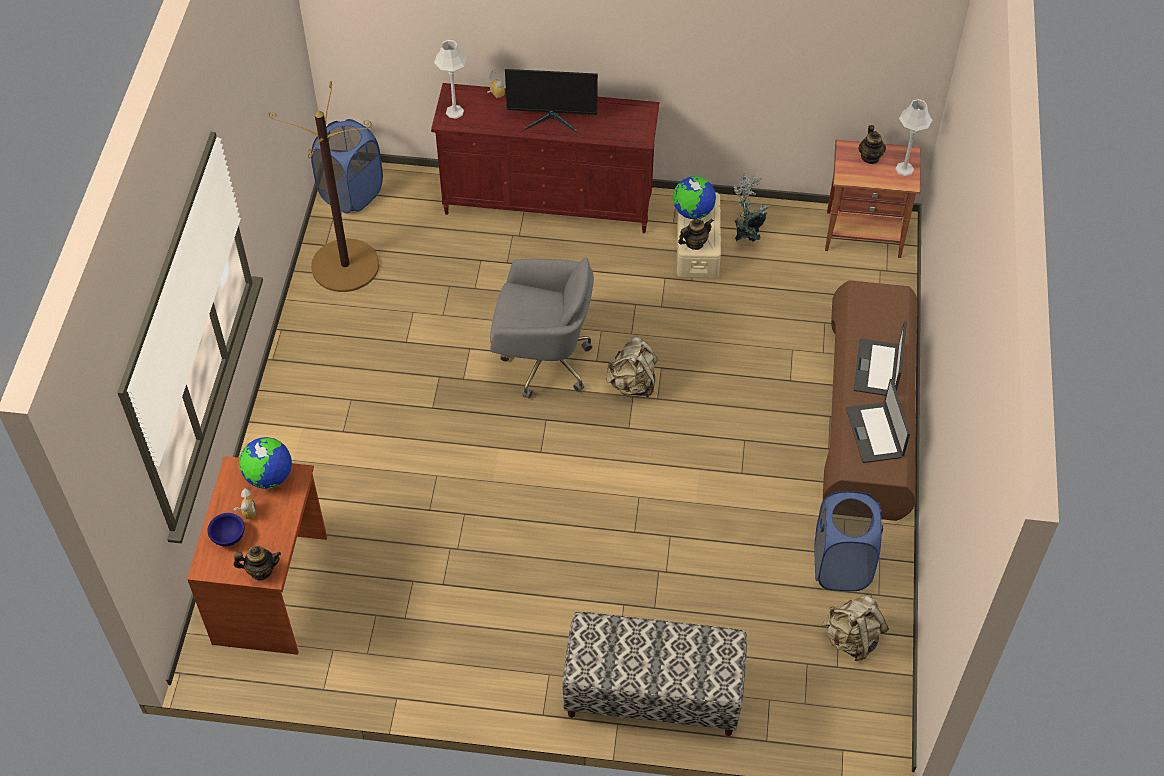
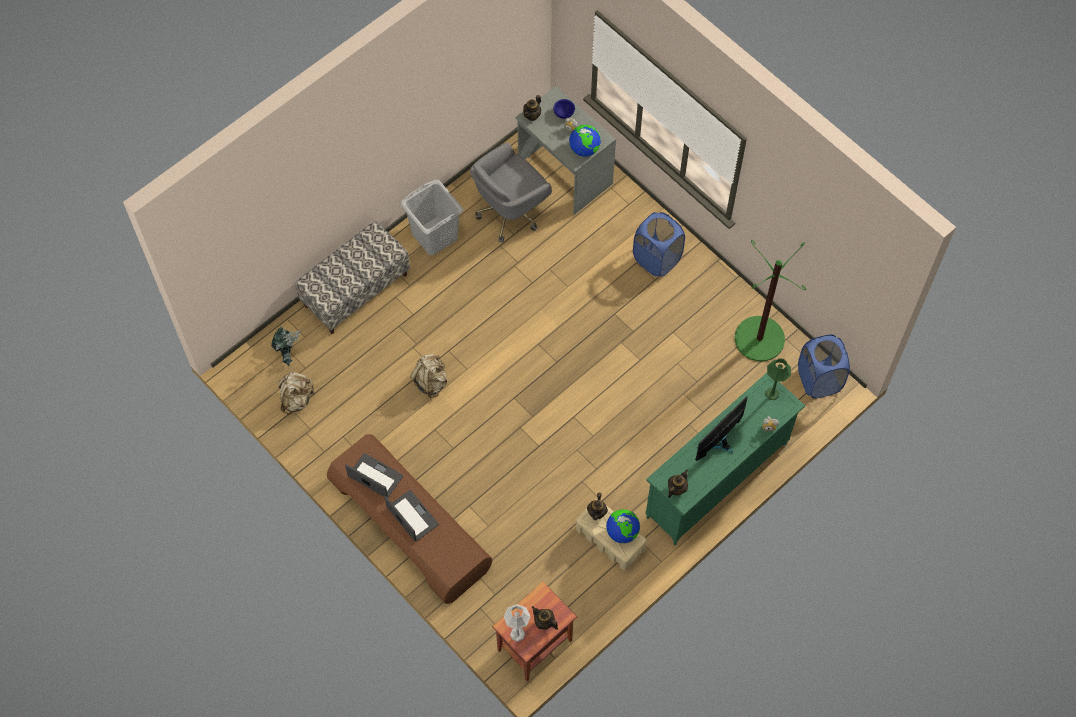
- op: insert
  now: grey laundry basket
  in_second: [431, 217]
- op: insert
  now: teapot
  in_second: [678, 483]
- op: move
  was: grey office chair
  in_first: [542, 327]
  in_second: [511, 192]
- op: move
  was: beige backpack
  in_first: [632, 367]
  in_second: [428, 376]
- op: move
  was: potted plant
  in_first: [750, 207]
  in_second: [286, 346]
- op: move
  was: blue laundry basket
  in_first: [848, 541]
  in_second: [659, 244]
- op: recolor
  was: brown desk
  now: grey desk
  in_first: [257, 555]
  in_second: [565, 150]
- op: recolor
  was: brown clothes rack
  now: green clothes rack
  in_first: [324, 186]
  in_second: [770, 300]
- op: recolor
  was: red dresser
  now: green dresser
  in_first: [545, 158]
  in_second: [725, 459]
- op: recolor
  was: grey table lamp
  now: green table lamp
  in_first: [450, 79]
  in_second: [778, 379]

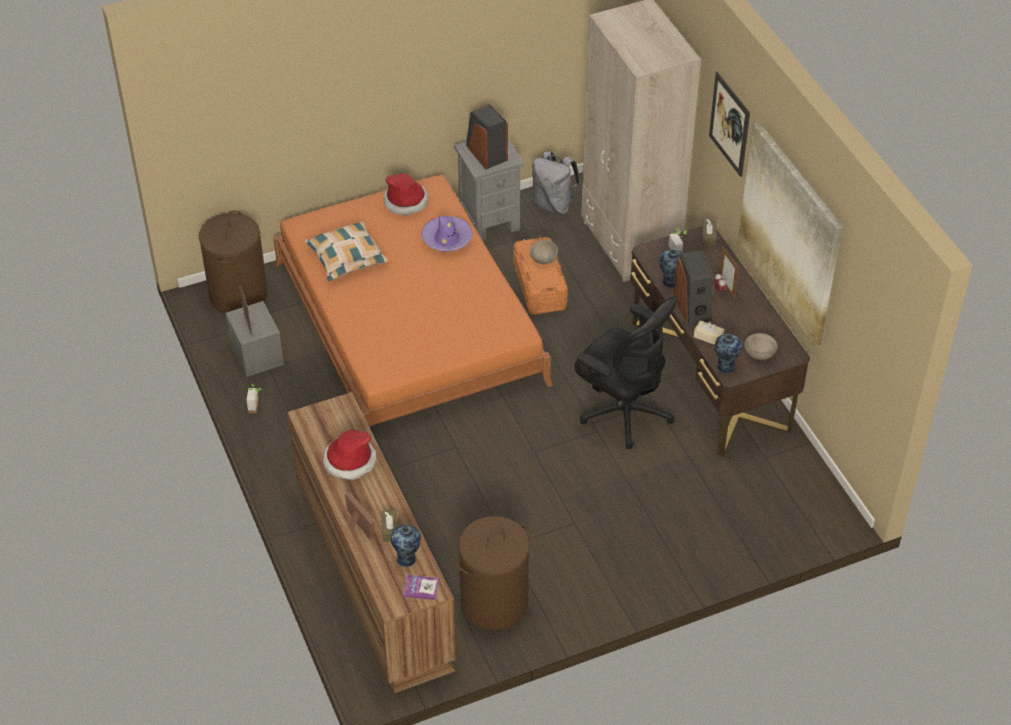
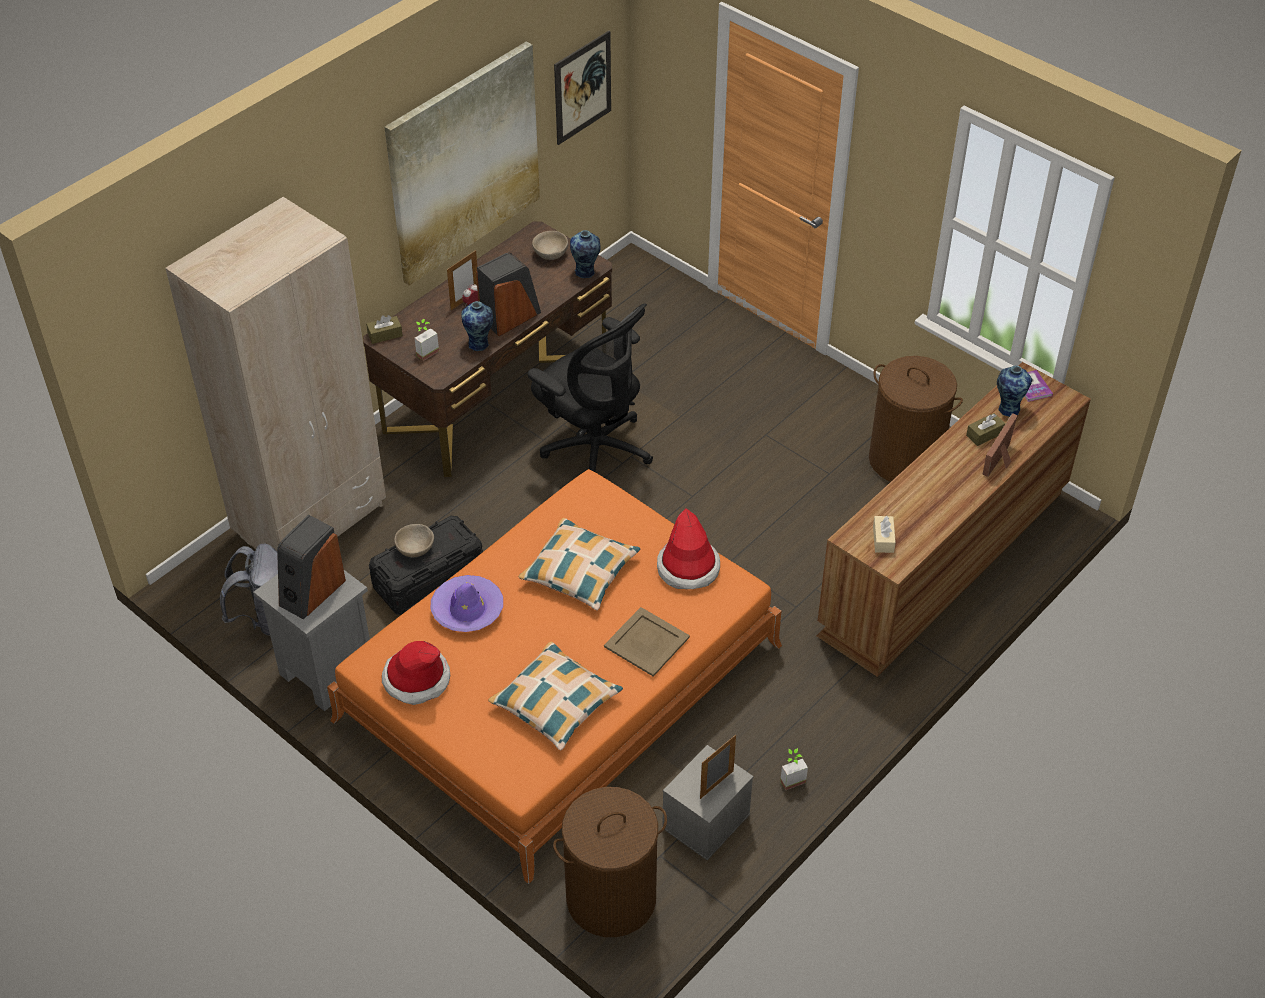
- op: insert
  now: pillow
  in_second: [579, 564]
- op: insert
  now: beige tray
  in_second: [647, 642]
- op: move
  was: hat
  in_first: [349, 454]
  in_second: [688, 548]
- op: move
  was: beige tissue box
  in_first: [709, 332]
  in_second: [884, 534]
- op: move
  was: picture
  in_first: [729, 124]
  in_second: [582, 88]
- op: recolor
  was: orange storage box
  now: black storage box
  in_first: [540, 276]
  in_second: [426, 565]
- op: rotate
  was: black office chair
  in_first: [626, 372]
  in_second: [590, 388]
  clockwise: 120

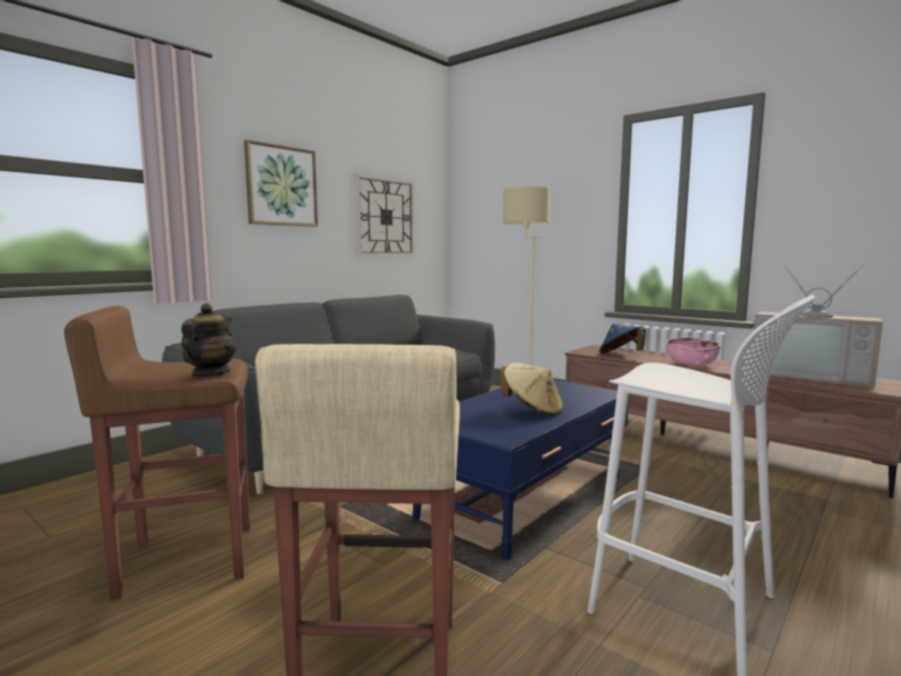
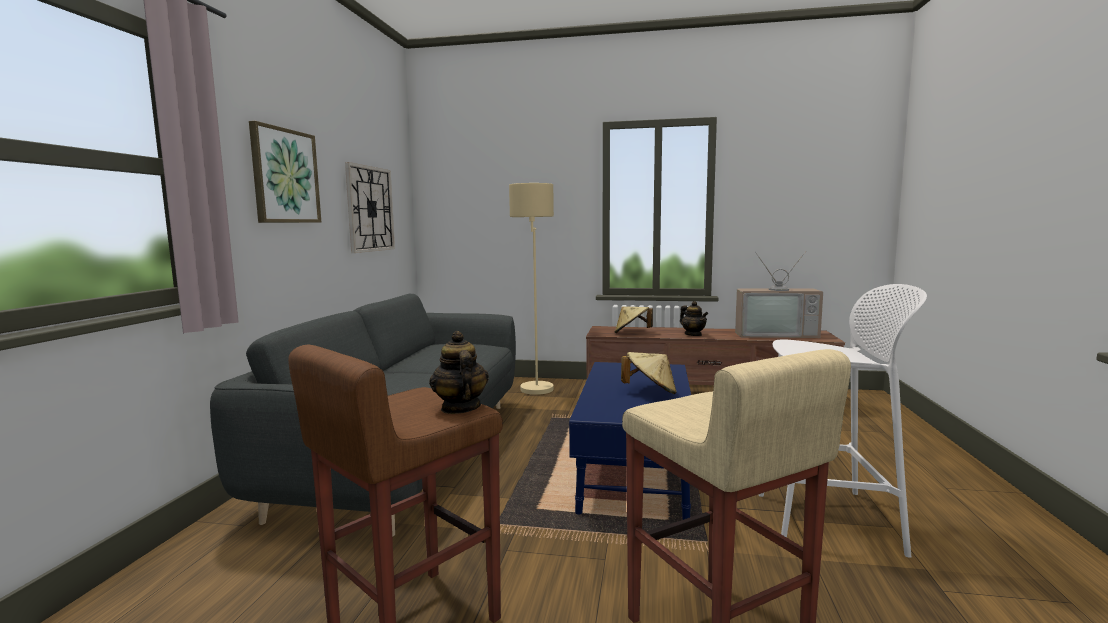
- op: replace
  was: pink bowl
  now: teapot
  in_first: [693, 352]
  in_second: [694, 318]
- op: recolor
  was: blue hat
  now: beige hat
  in_first: [622, 338]
  in_second: [634, 320]

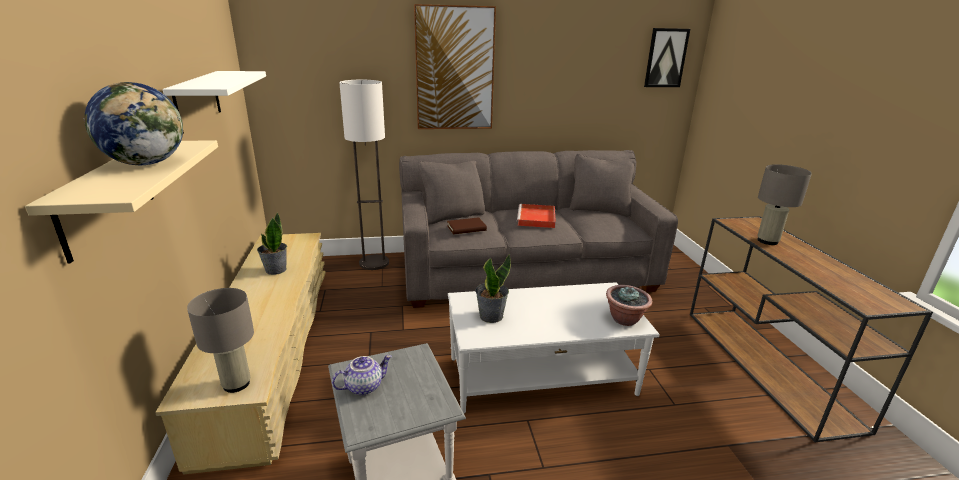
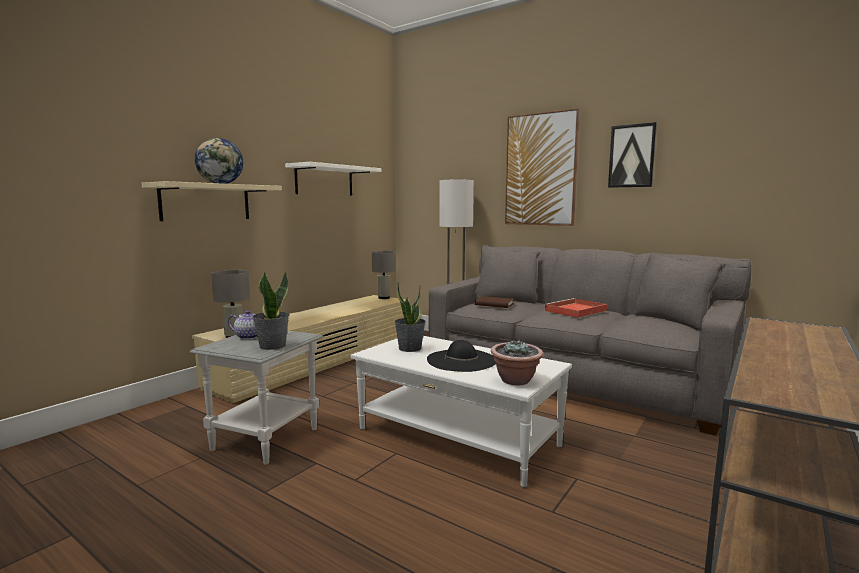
- op: insert
  now: black hat
  in_second: [461, 356]
- op: move
  was: potted plant
  in_first: [272, 243]
  in_second: [270, 310]
- op: move
  was: picture
  in_first: [667, 57]
  in_second: [632, 155]
- op: move
  was: grey table lamp
  in_first: [784, 204]
  in_second: [383, 275]

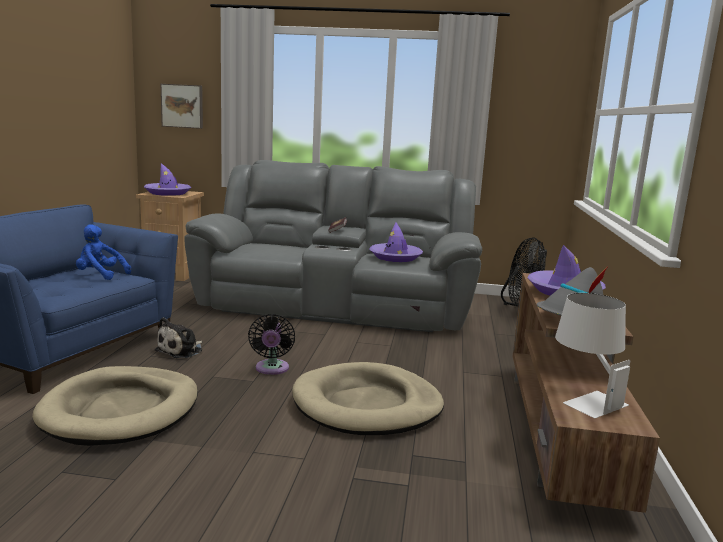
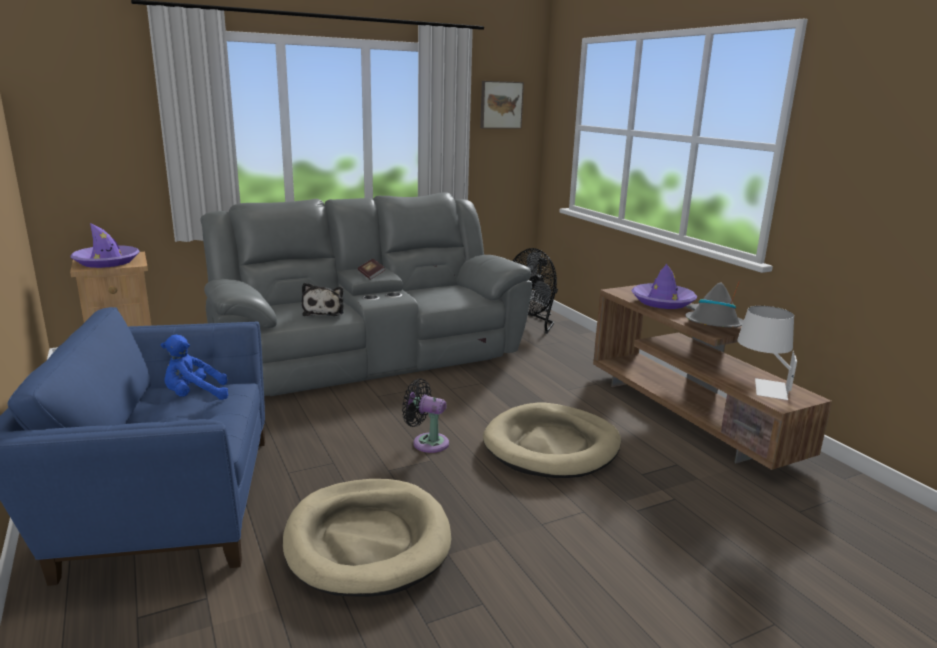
- op: delete
  was: purple hat
  in_first: [396, 242]
- op: move
  was: plush toy
  in_first: [178, 337]
  in_second: [323, 299]
- op: move
  was: picture
  in_first: [182, 106]
  in_second: [502, 105]
- op: rotate
  was: black fan
  in_first: [271, 344]
  in_second: [425, 416]
  clockwise: 150

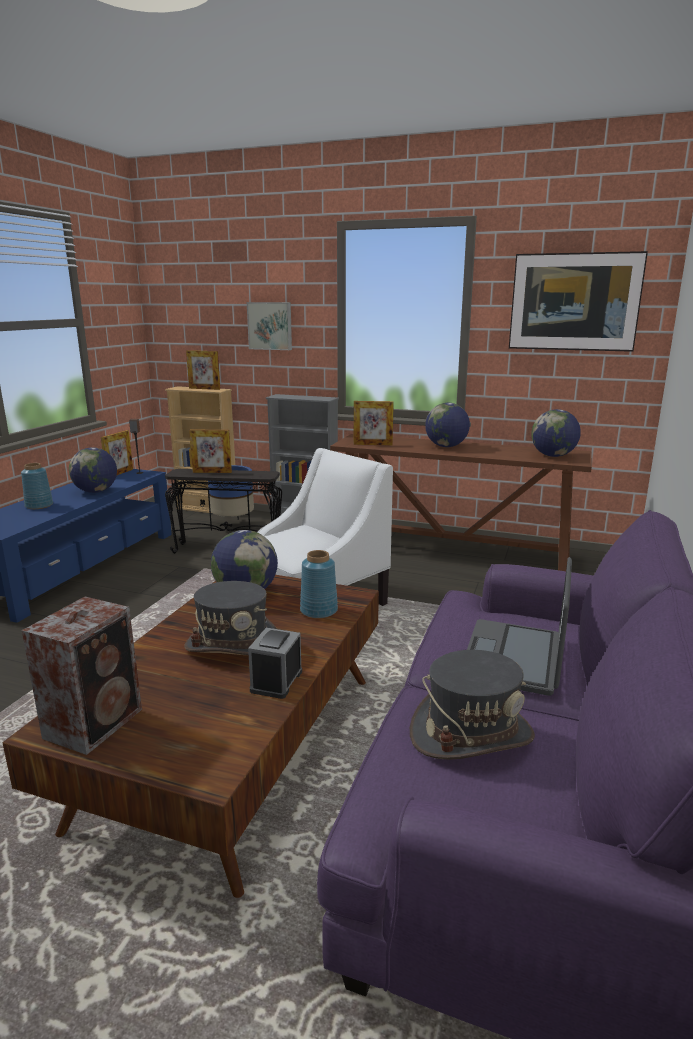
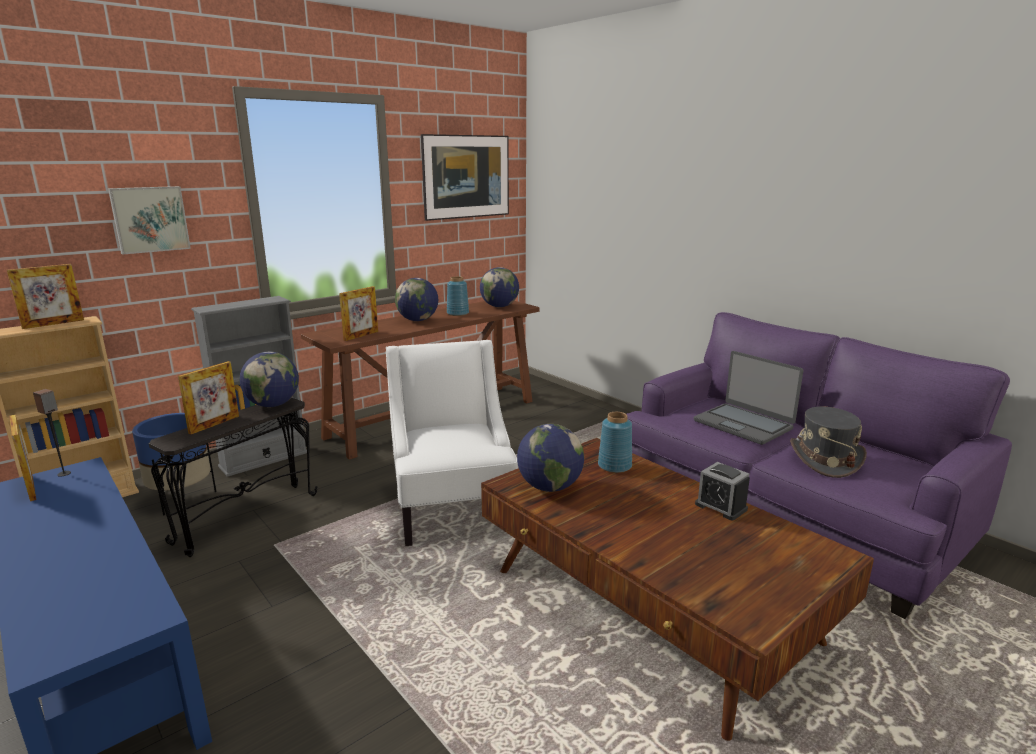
- op: delete
  was: speaker
  in_first: [82, 676]
- op: delete
  was: grey hat
  in_first: [230, 618]
- op: move
  was: blue vase
  in_first: [37, 486]
  in_second: [458, 296]
- op: move
  was: globe
  in_first: [93, 470]
  in_second: [269, 379]

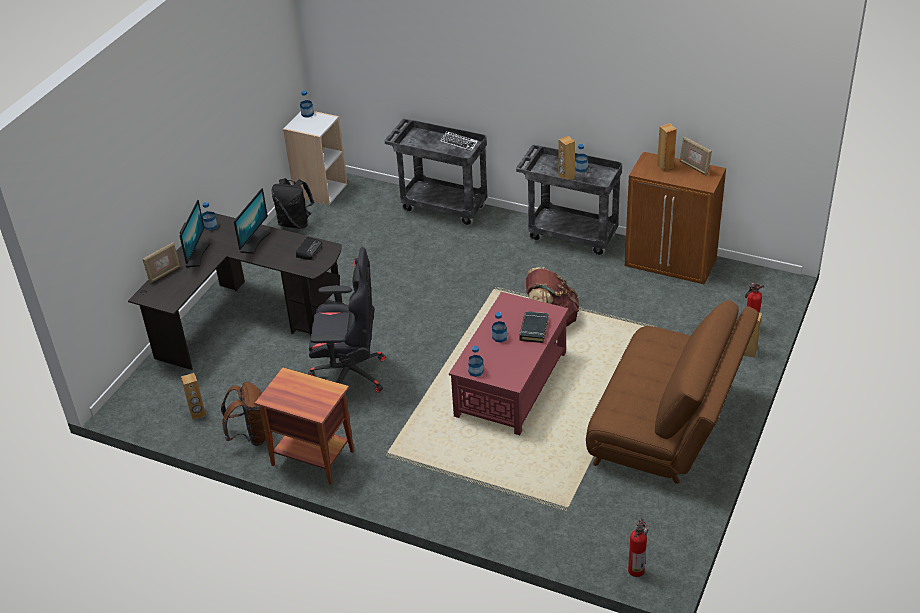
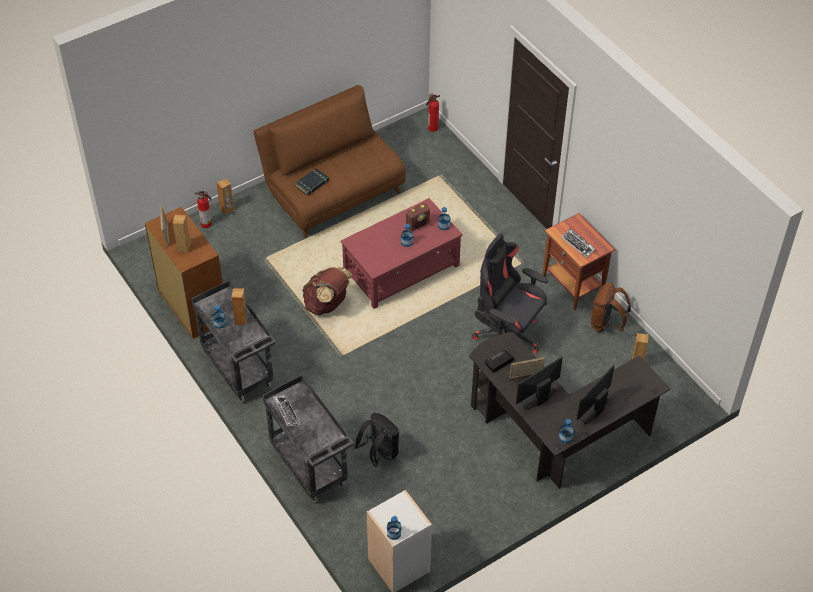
- op: insert
  now: radio
  in_second: [418, 217]
- op: insert
  now: keyboard
  in_second: [578, 243]
- op: move
  was: picture frame
  in_first: [161, 263]
  in_second: [527, 368]
- op: move
  was: black backpack
  in_first: [292, 203]
  in_second: [376, 440]
- op: move
  was: black book
  in_first: [534, 327]
  in_second: [312, 182]

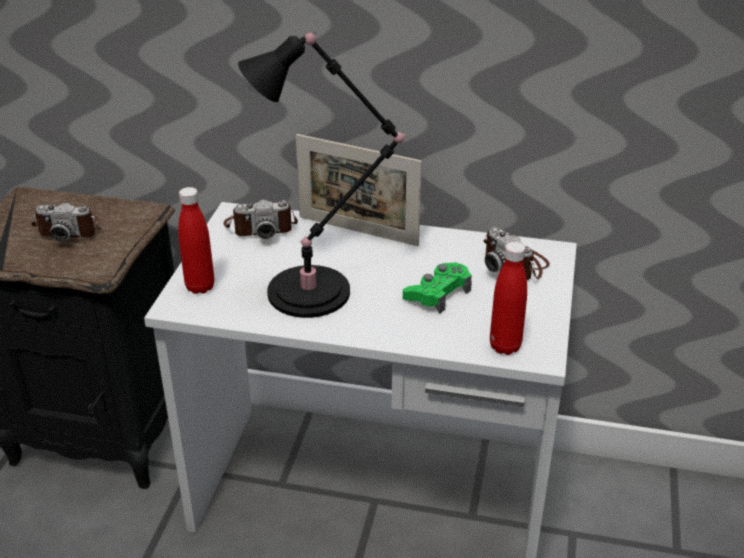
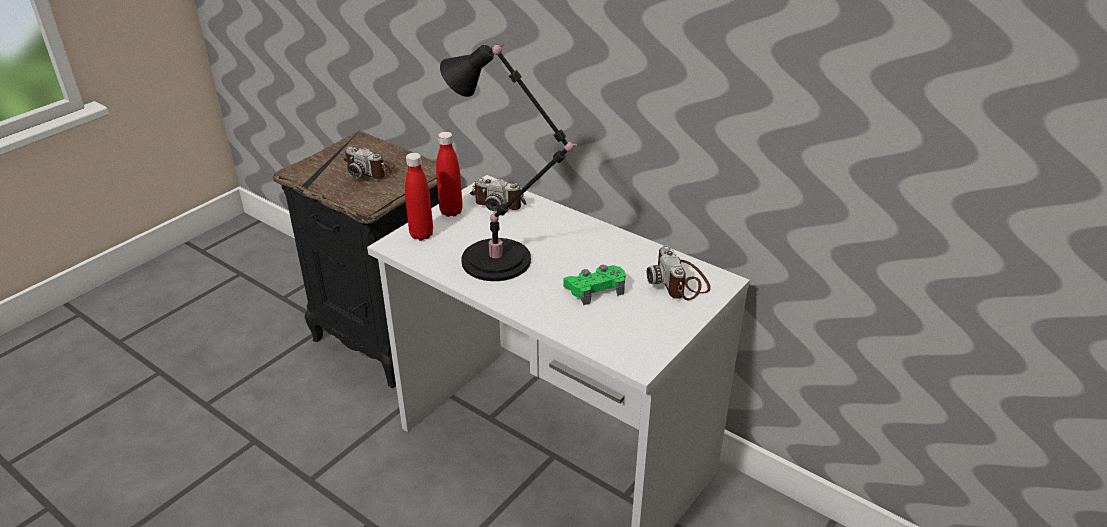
- op: delete
  was: picture frame
  in_first: [359, 190]
- op: move
  was: red bottle
  in_first: [508, 298]
  in_second: [449, 174]

